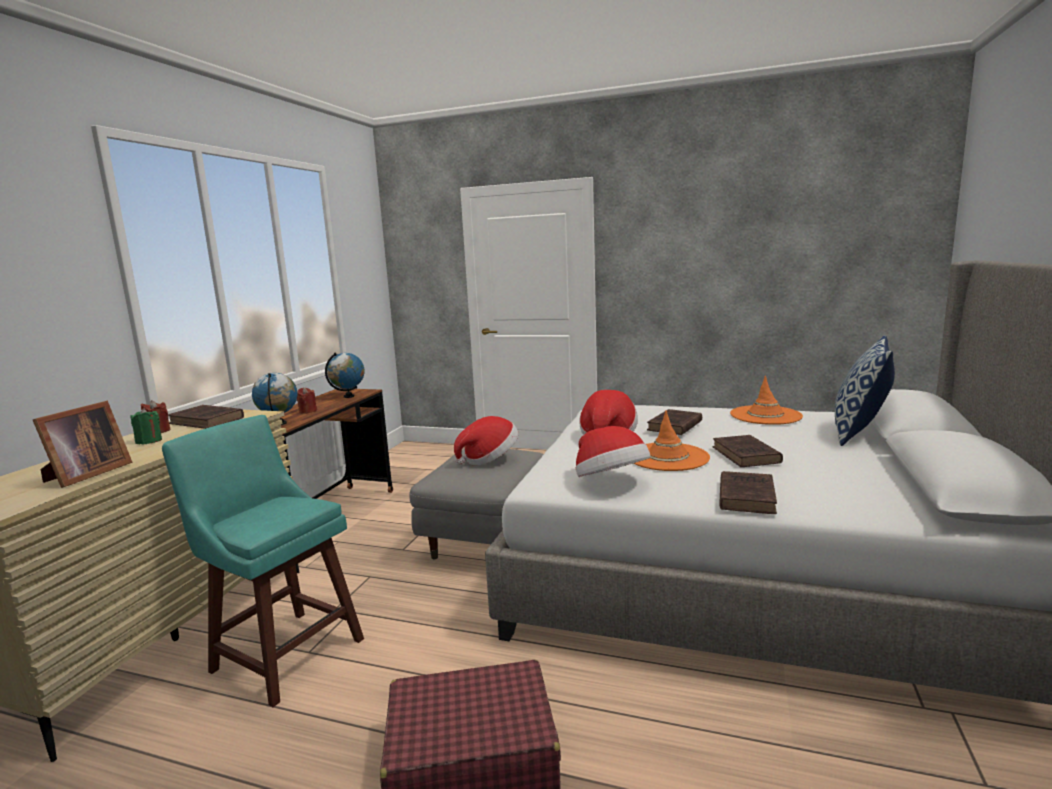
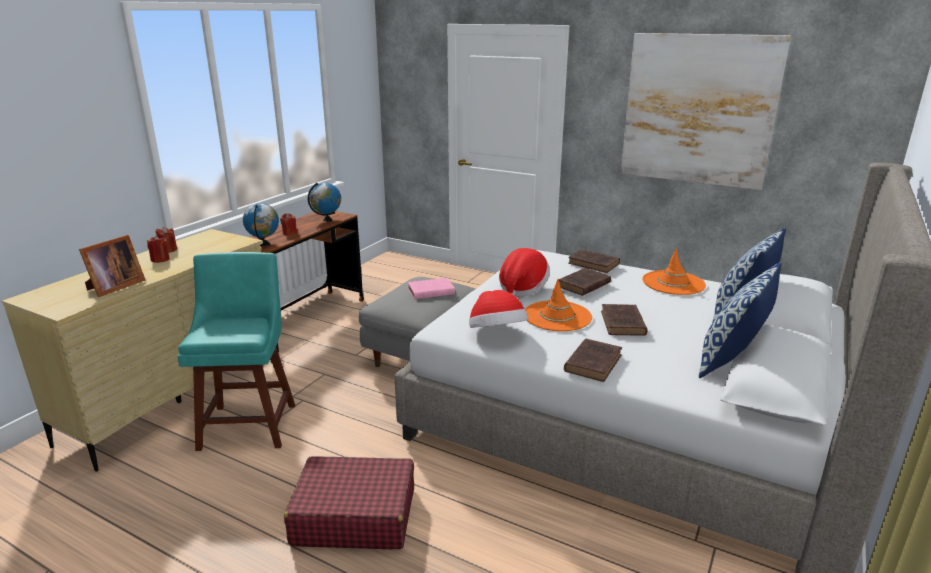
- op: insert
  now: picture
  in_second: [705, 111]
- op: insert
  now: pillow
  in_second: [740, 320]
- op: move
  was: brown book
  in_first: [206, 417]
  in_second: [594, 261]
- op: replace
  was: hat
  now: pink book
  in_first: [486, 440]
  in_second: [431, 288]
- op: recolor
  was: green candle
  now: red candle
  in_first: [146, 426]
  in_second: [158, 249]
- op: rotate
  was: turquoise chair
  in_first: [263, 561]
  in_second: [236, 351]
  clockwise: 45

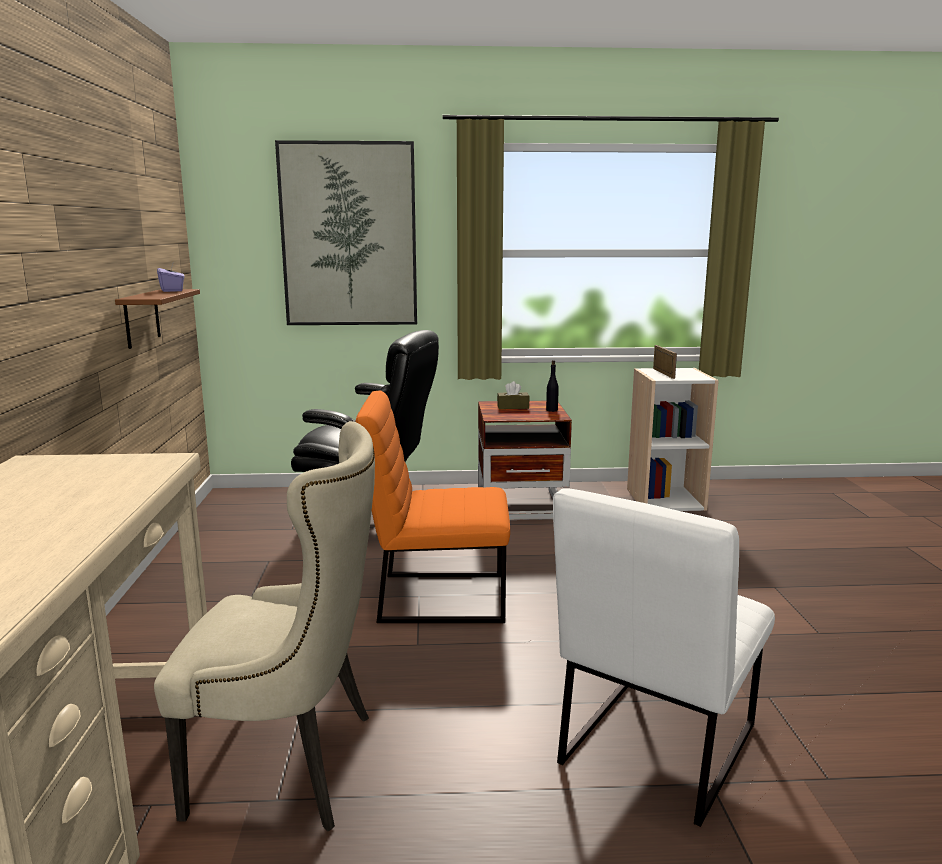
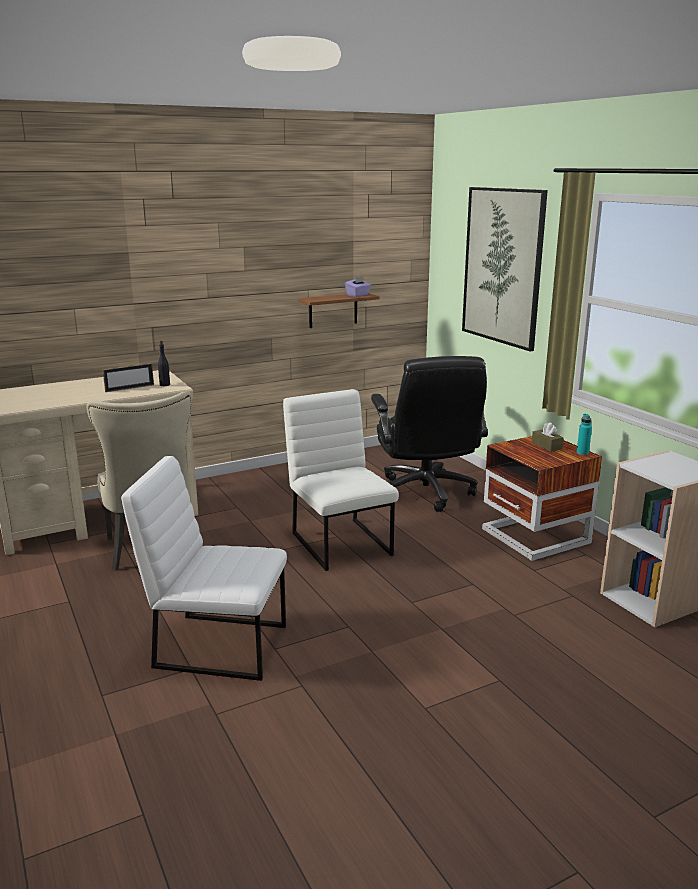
- op: insert
  now: turquoise bottle
  in_second: [584, 434]
- op: move
  was: black bottle
  in_first: [552, 386]
  in_second: [164, 363]
- op: move
  was: picture frame
  in_first: [665, 362]
  in_second: [128, 377]
- op: recolor
  was: orange chair
  now: white chair
  in_first: [432, 507]
  in_second: [341, 480]

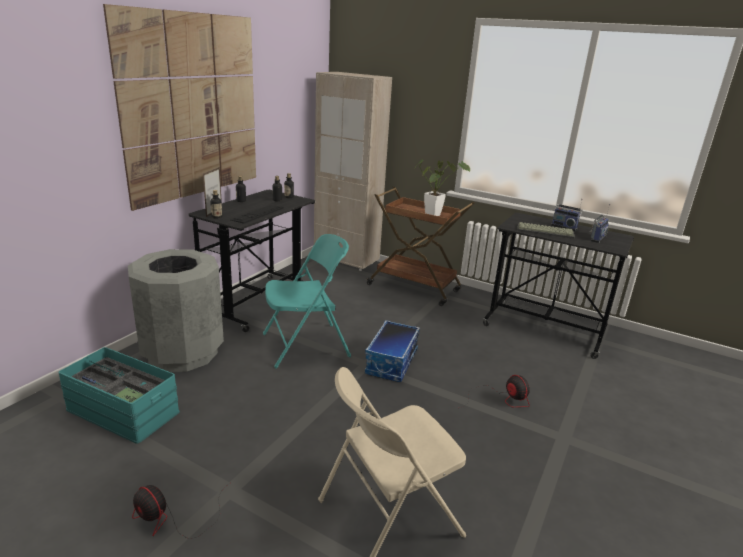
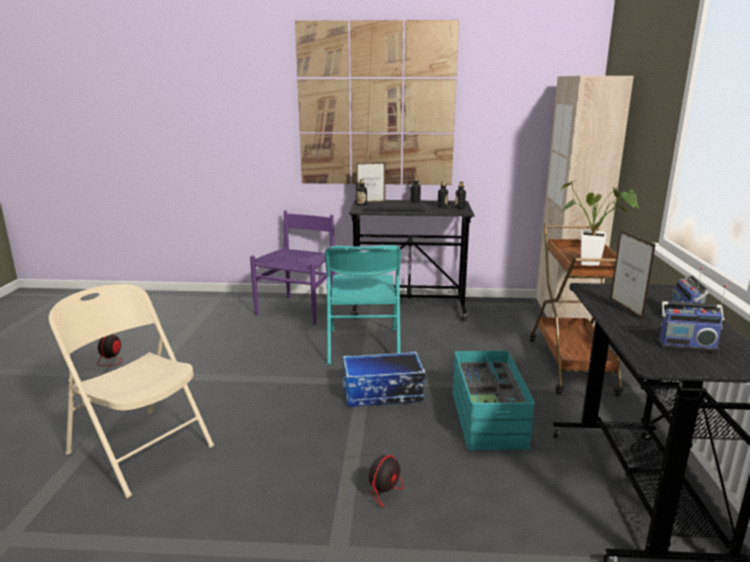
- op: move
  was: turquoise storage box
  in_first: [119, 395]
  in_second: [493, 400]
- op: replace
  was: grey trash can
  now: purple chair
  in_first: [176, 310]
  in_second: [292, 267]
- op: replace
  was: keyboard
  now: picture frame
  in_first: [546, 230]
  in_second: [633, 275]
- op: rotate
  was: turquoise chair
  in_first: [307, 301]
  in_second: [363, 305]
  clockwise: 45

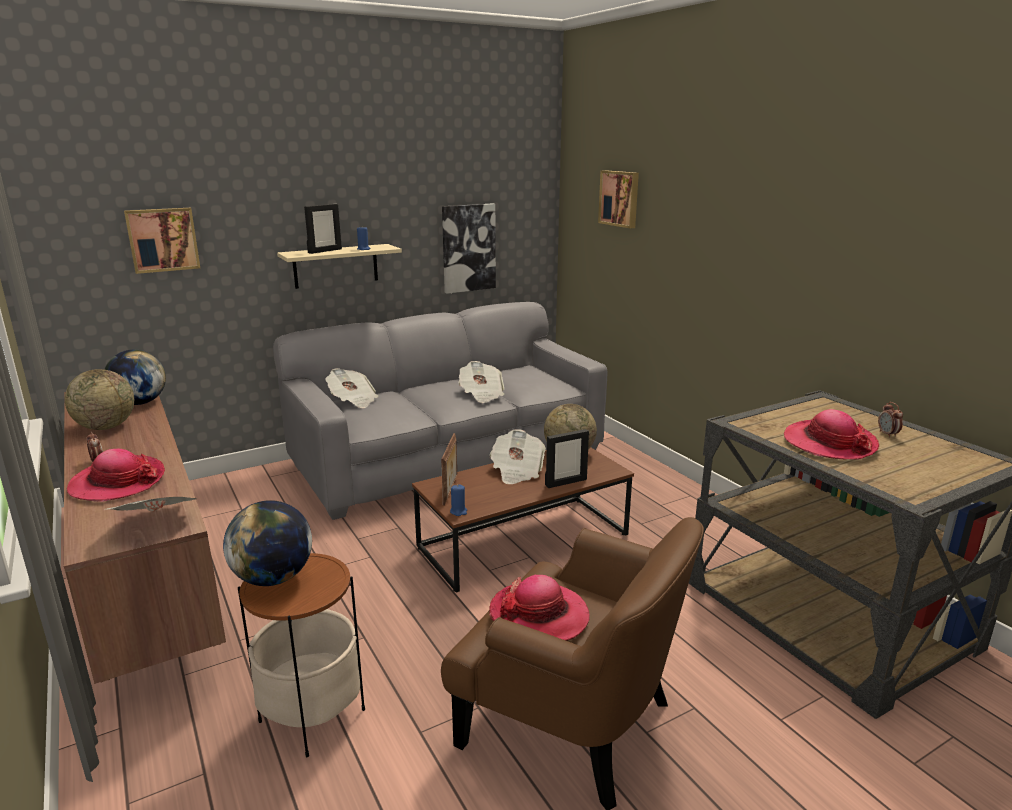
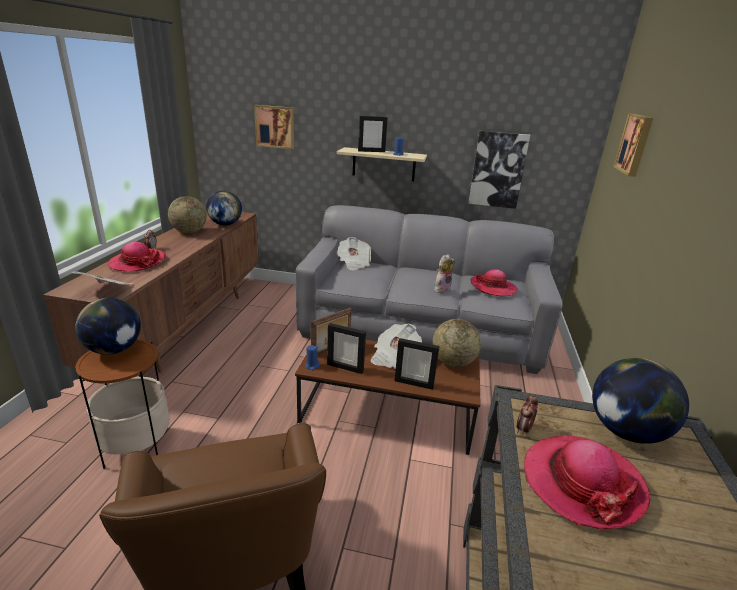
- op: insert
  now: picture frame
  in_second: [346, 348]
- op: insert
  now: globe
  in_second: [640, 401]
- op: move
  was: hat
  in_first: [539, 608]
  in_second: [493, 282]
- op: move
  was: alarm clock
  in_first: [890, 420]
  in_second: [527, 415]
- op: replace
  was: newspaper
  now: plush toy
  in_first: [481, 382]
  in_second: [444, 273]

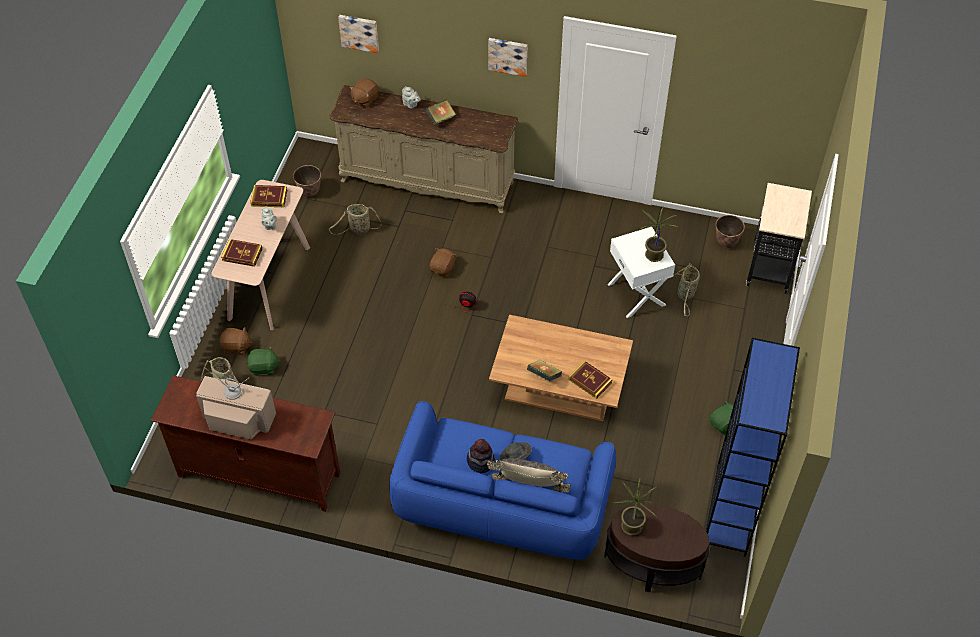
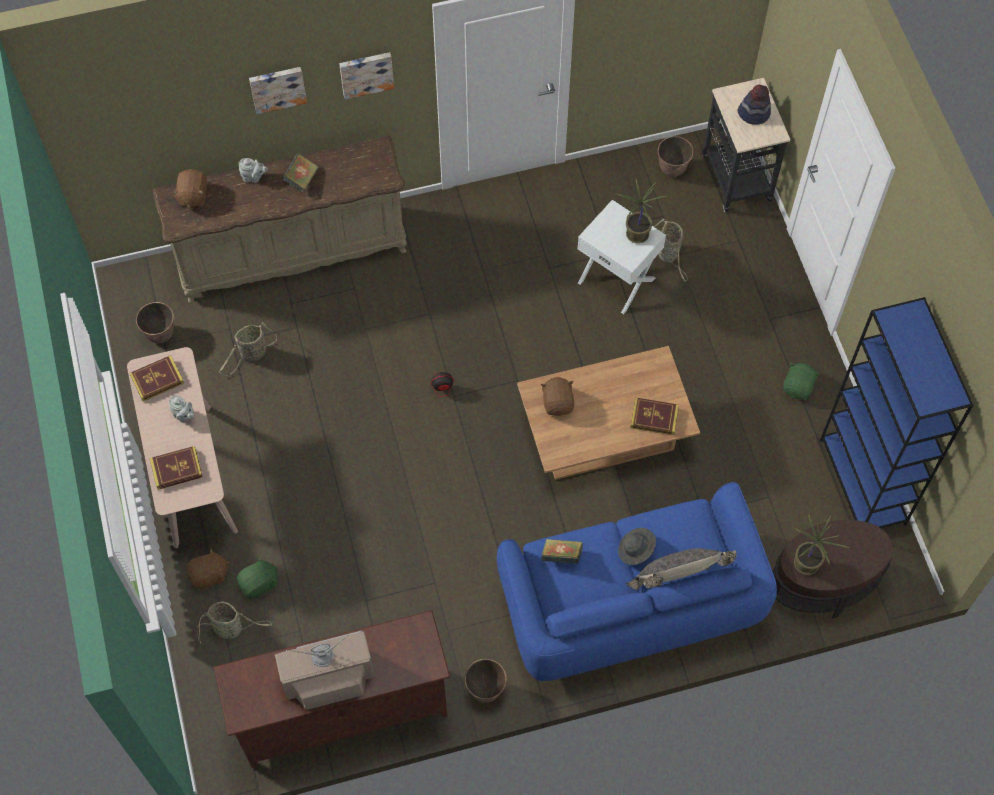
- op: insert
  now: planter
  in_second: [486, 681]
- op: move
  was: picture
  in_first: [358, 34]
  in_second: [278, 90]
- op: move
  was: brown plush toy
  in_first: [443, 262]
  in_second: [557, 396]
- op: move
  was: hat
  in_first: [481, 456]
  in_second: [754, 105]
- op: move
  was: book
  in_first: [544, 370]
  in_second: [562, 551]

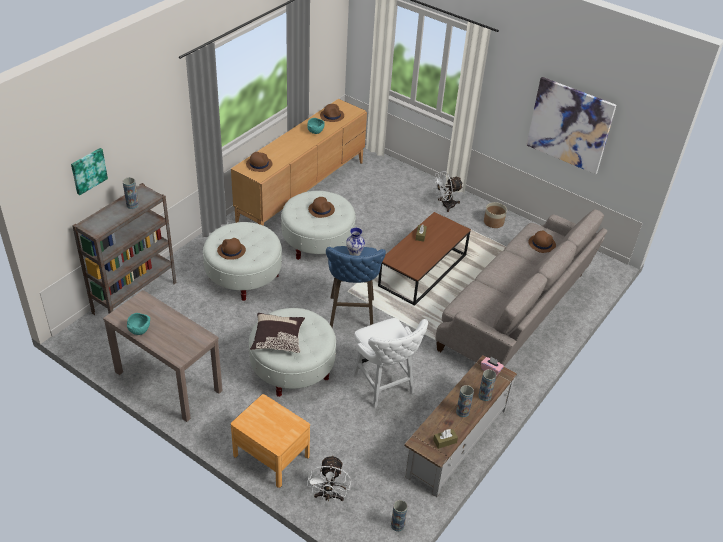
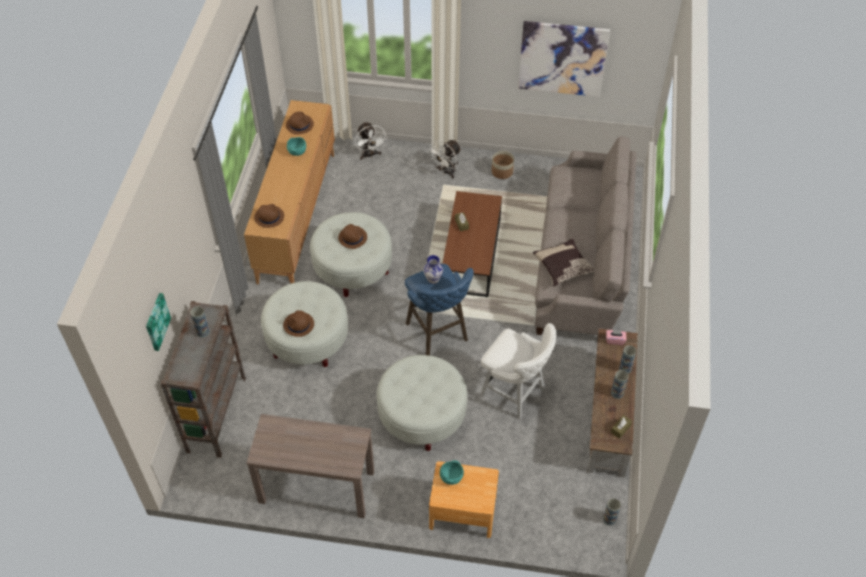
- op: delete
  was: brown hat
  in_first: [542, 242]
- op: move
  was: turquoise bowl
  in_first: [138, 324]
  in_second: [452, 472]
- op: move
  was: pillow
  in_first: [277, 333]
  in_second: [563, 263]
- op: move
  was: white fan
  in_first: [329, 478]
  in_second: [371, 141]

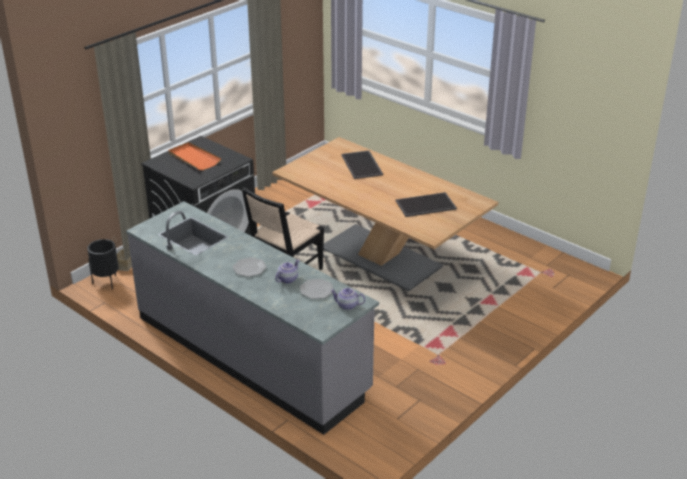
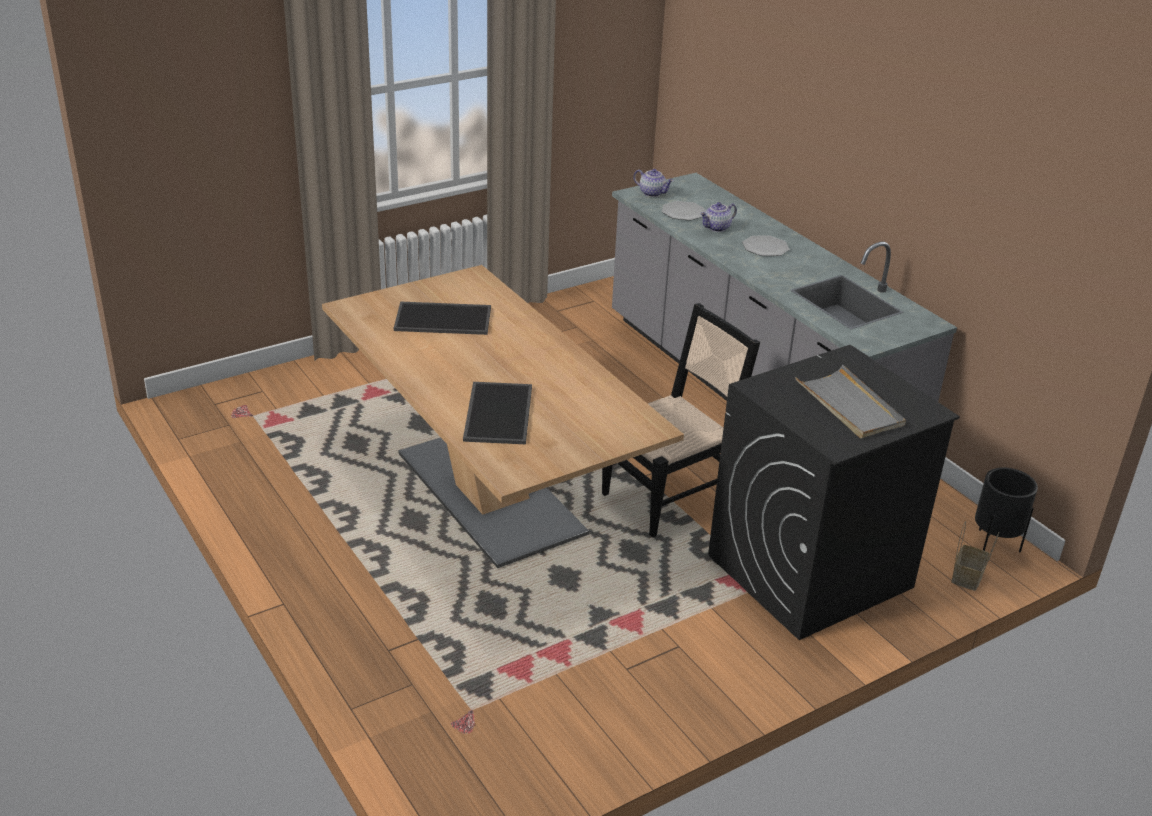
- op: recolor
  was: orange tray
  now: grey tray
  in_first: [194, 156]
  in_second: [850, 401]

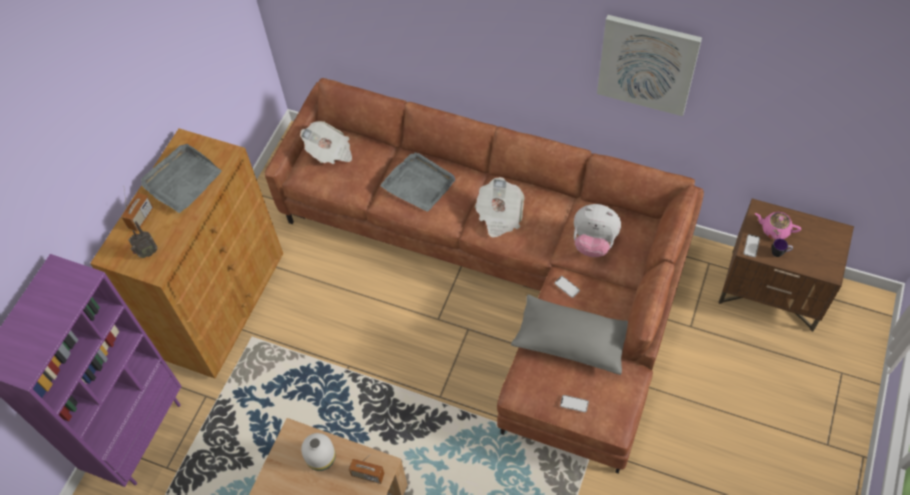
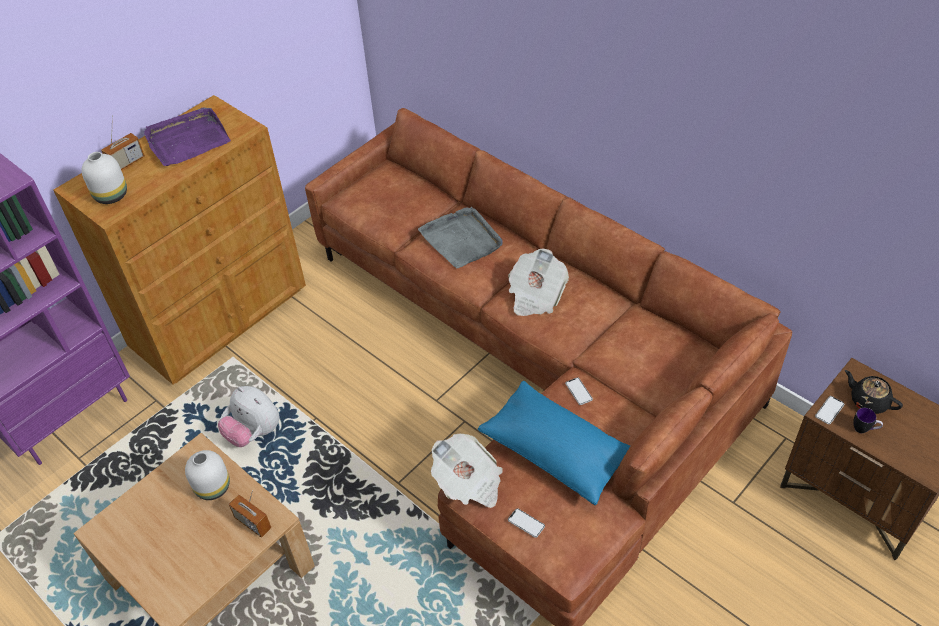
- op: delete
  was: picture
  in_first: [649, 65]
- op: move
  was: newspaper
  in_first: [326, 142]
  in_second: [467, 471]
- op: move
  was: plush toy
  in_first: [597, 230]
  in_second: [248, 416]
- op: replace
  was: radio
  now: white vase
  in_first: [143, 239]
  in_second: [104, 178]
- op: recolor
  was: grey tray
  now: purple tray
  in_first: [181, 178]
  in_second: [187, 136]
- op: recolor
  was: grey pillow
  now: blue pillow
  in_first: [569, 334]
  in_second: [554, 443]
- op: recolor
  was: pink teapot
  now: black teapot
  in_first: [778, 226]
  in_second: [874, 392]

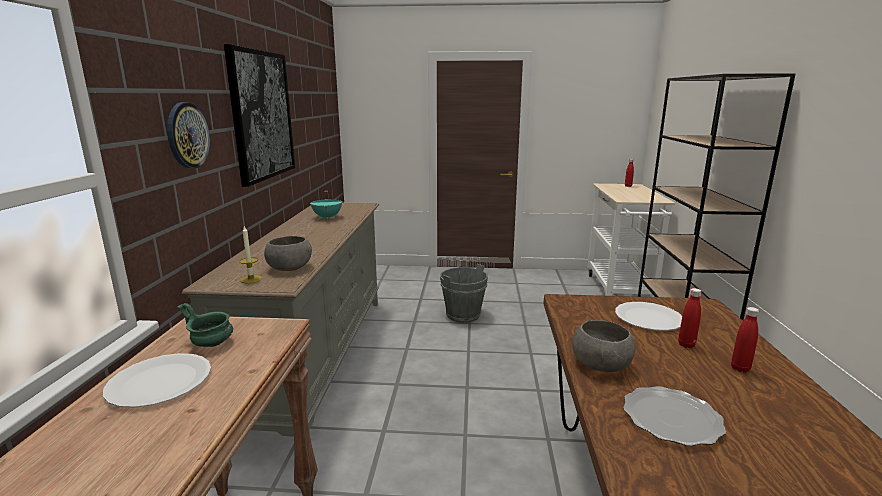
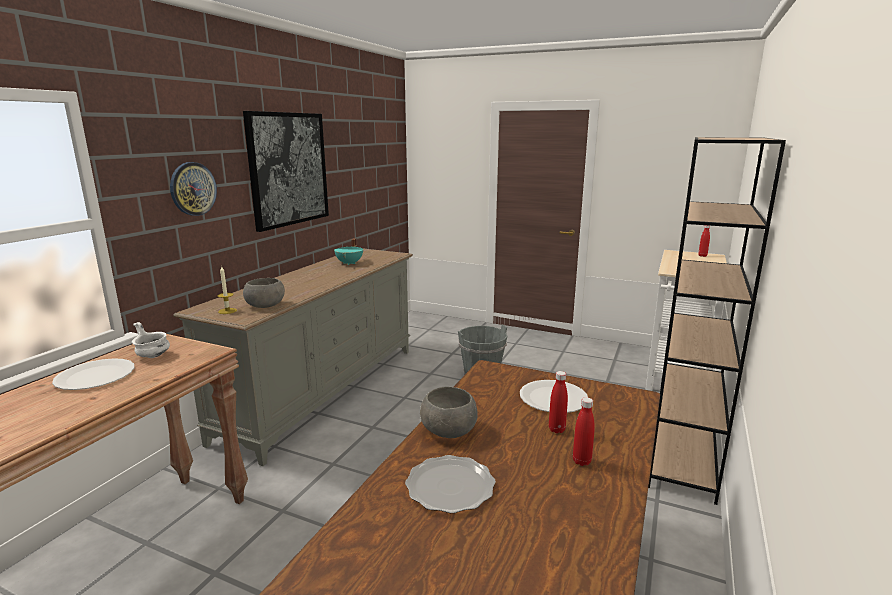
- op: recolor
  was: green bowl
  now: white bowl
  in_first: [205, 325]
  in_second: [151, 340]

